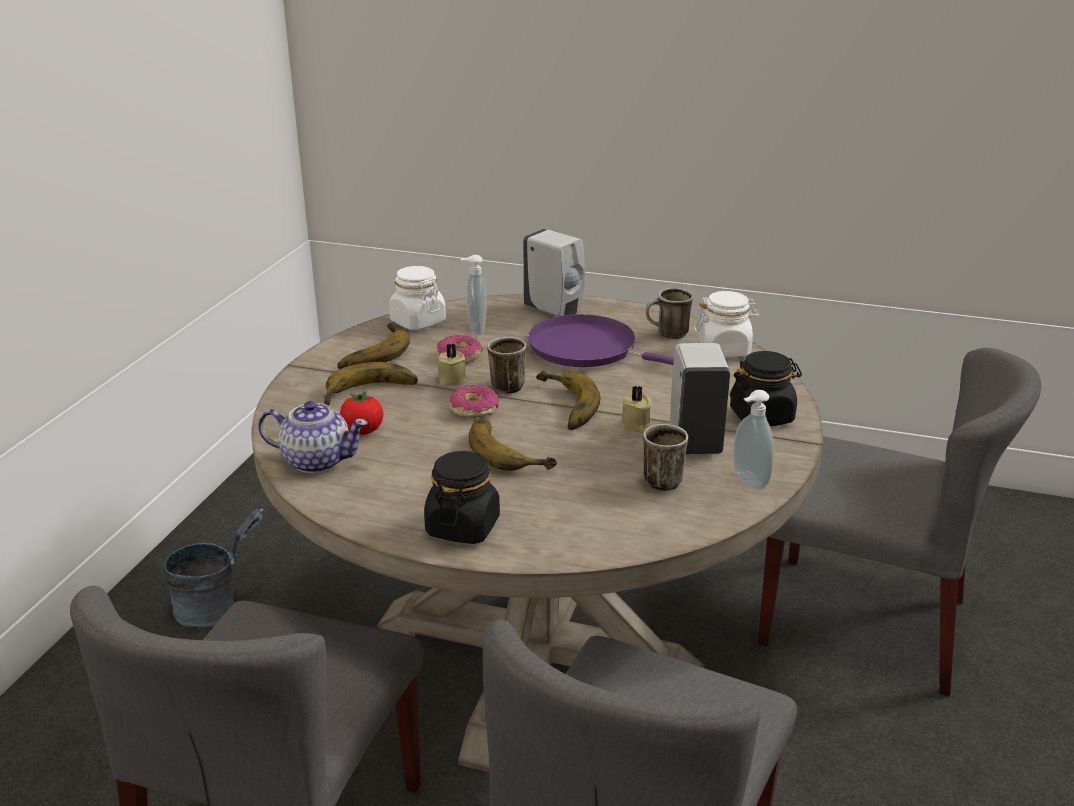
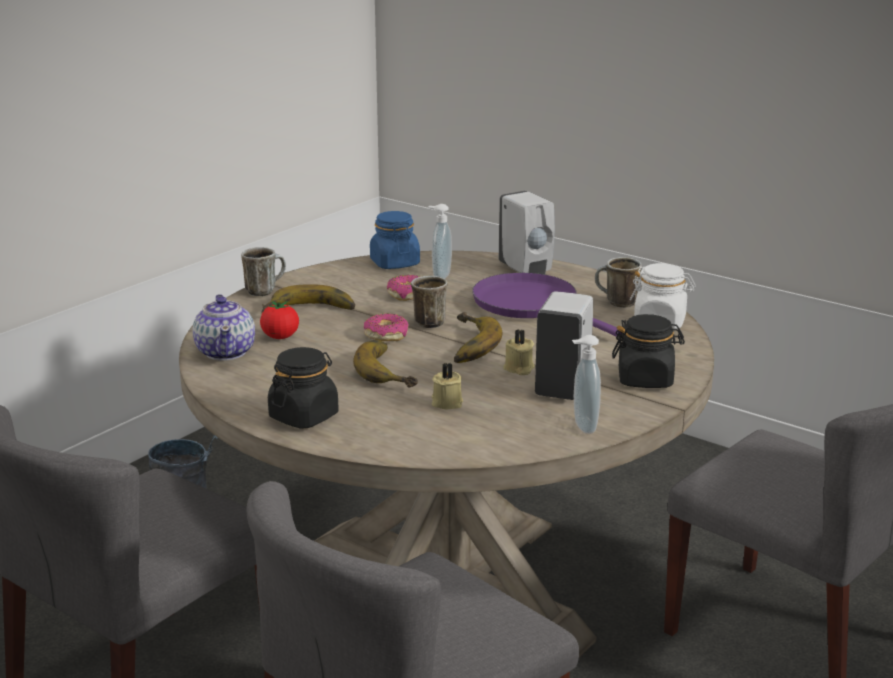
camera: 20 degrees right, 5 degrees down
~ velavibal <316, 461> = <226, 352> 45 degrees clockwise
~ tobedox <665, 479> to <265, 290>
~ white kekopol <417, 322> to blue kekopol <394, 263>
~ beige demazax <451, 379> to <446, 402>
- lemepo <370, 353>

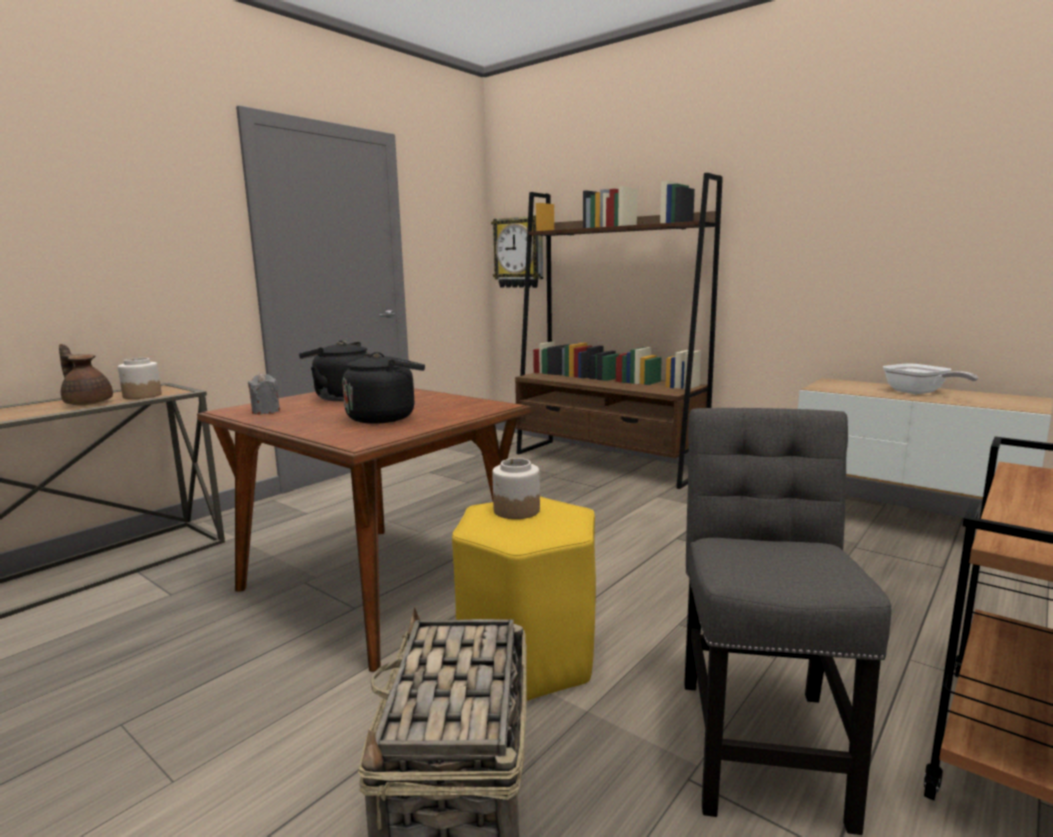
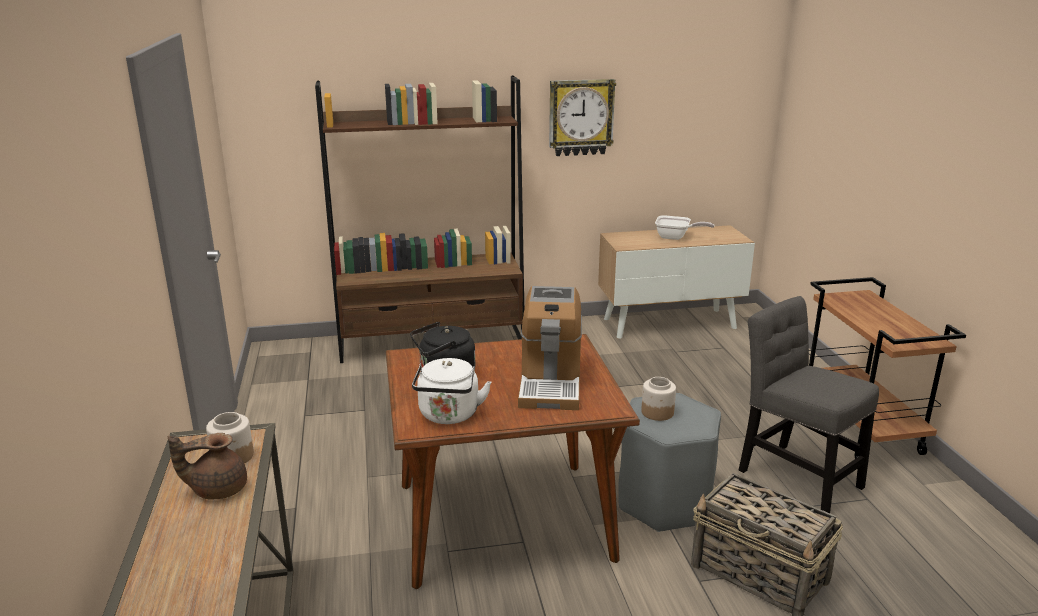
camera: 50 degrees left, 10 degrees up
~ grey demazax <266, 411> to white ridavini <449, 416>
~ black ridavini <385, 417> to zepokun <550, 383>
~ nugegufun <519, 252> to <580, 117>
~ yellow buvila <528, 658> to grey buvila <665, 503>

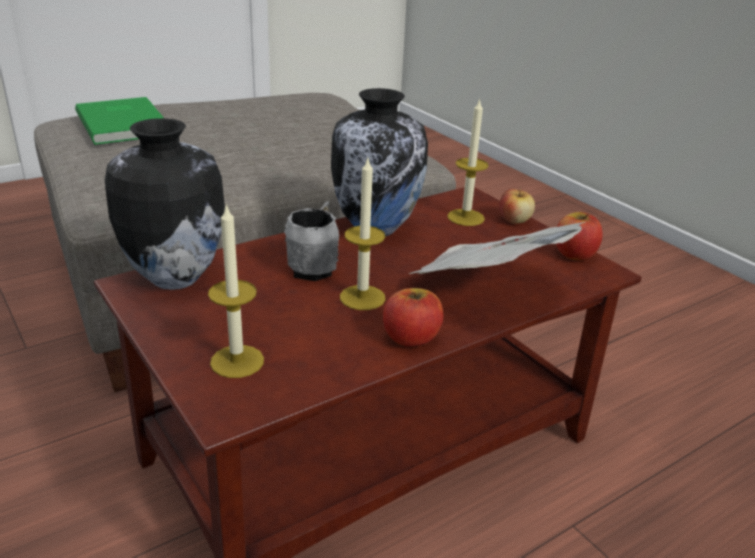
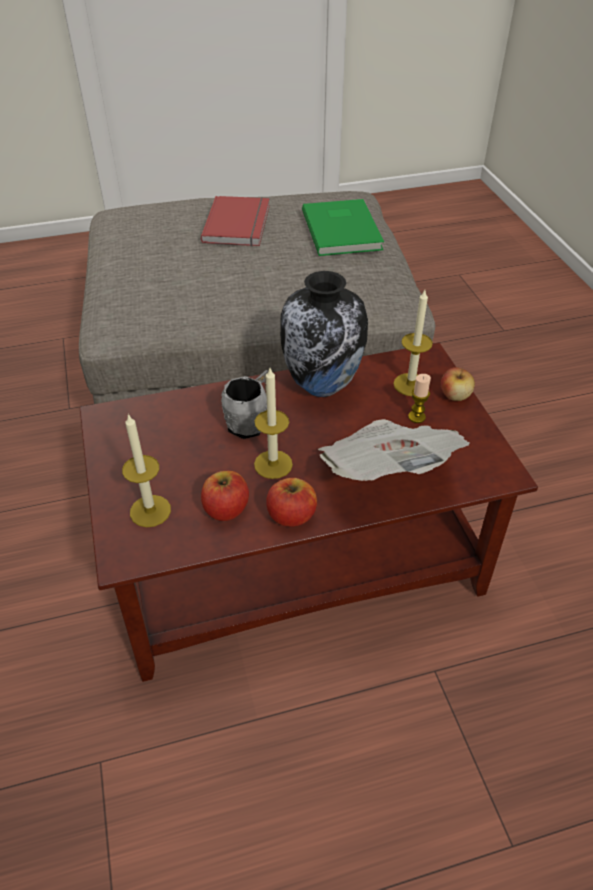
camera: 20 degrees right, 15 degrees up
+ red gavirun <239, 224>
~ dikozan <574, 254> to <226, 509>
~ green gavirun <125, 123> to <343, 229>
+ demazax <416, 417>
- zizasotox <173, 278>

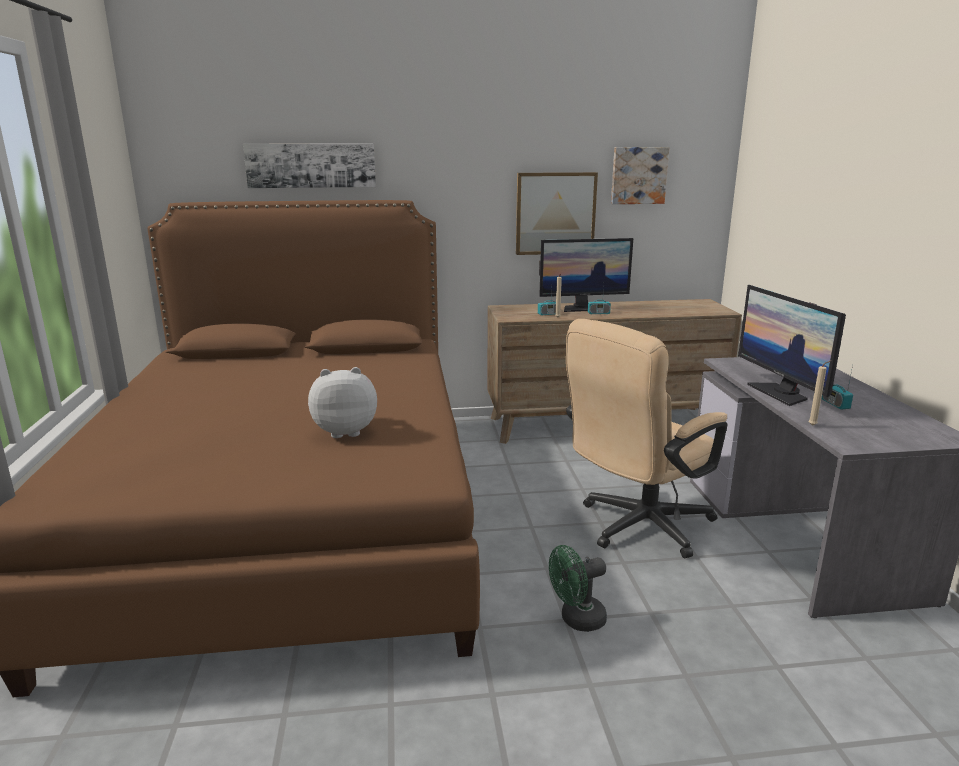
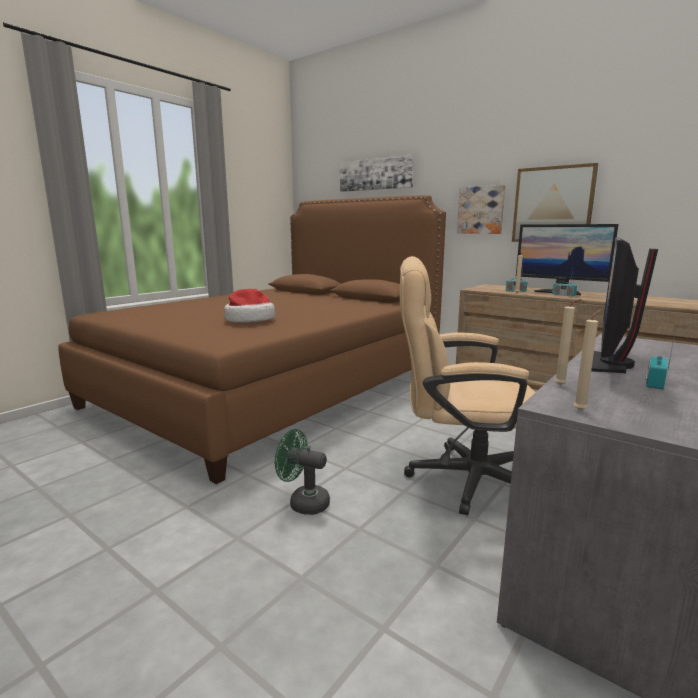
camera: 45 degrees right, 5 degrees down
~ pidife <345, 431> to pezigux <249, 320>
~ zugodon <638, 175> to <481, 210>
+ beige demazax <581, 410>

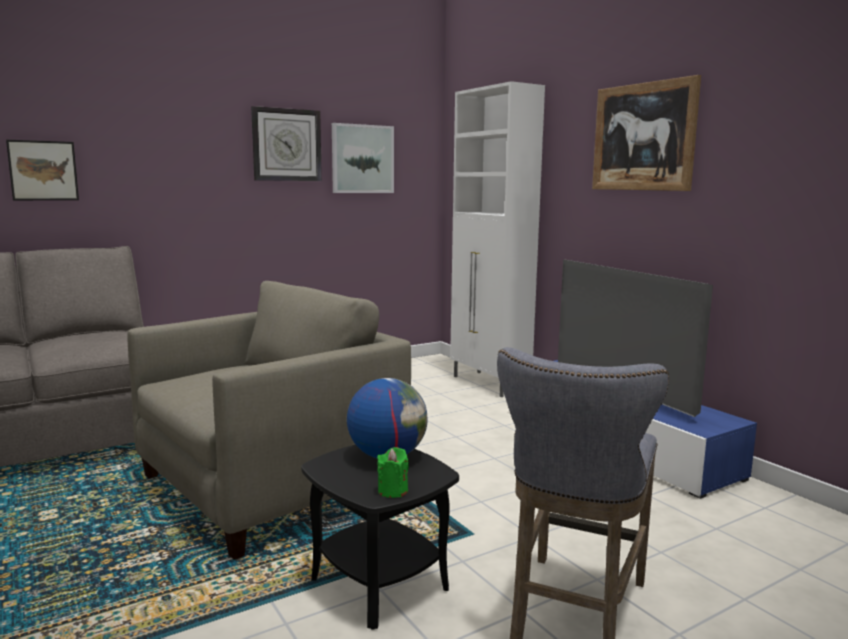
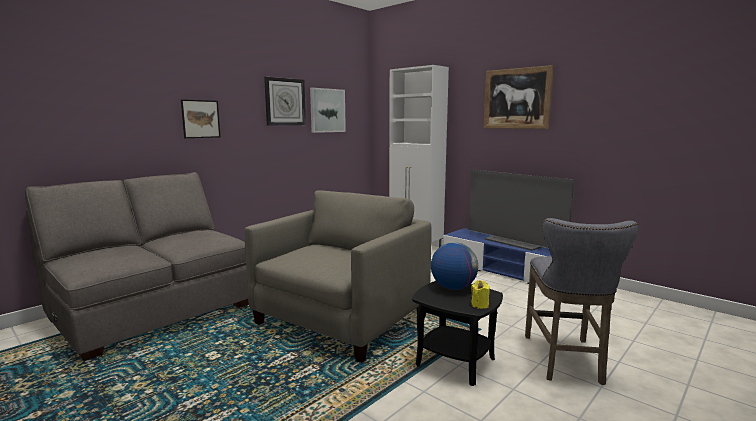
camera: 15 degrees left, 0 degrees up
~ zugodon <43, 170> to <200, 119>
~ green demazax <393, 491> to yellow demazax <480, 305>

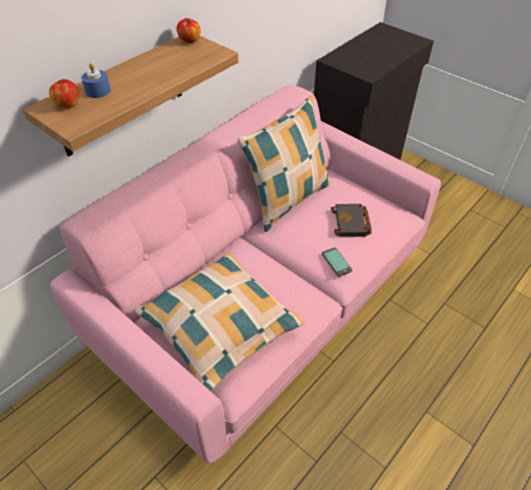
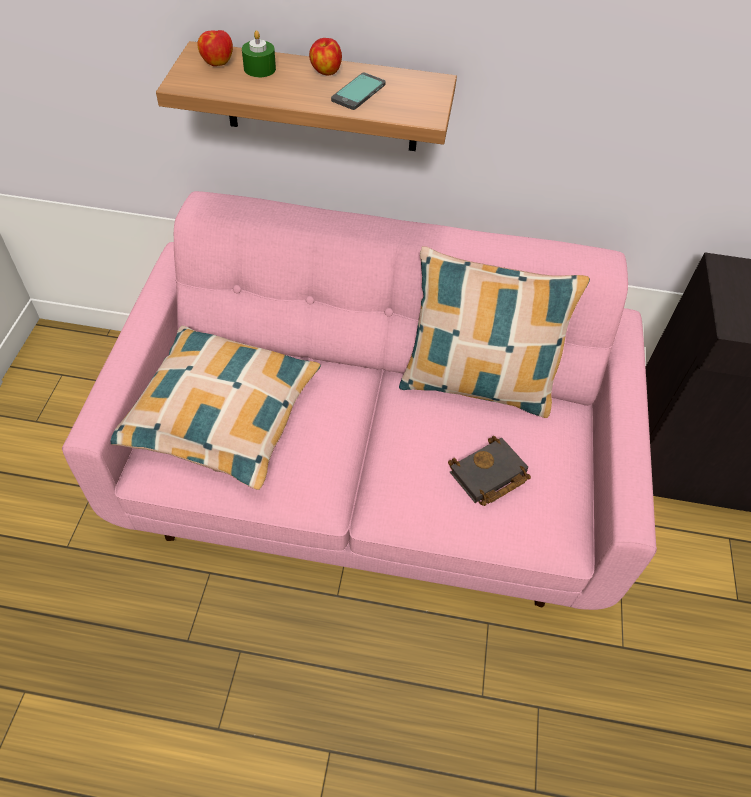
camera: 55 degrees right, 5 degrees up
~ blue demazax <98, 91> to green demazax <259, 69>
~ dikozan <189, 41> to <325, 71>
~ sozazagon <336, 262> to <359, 92>

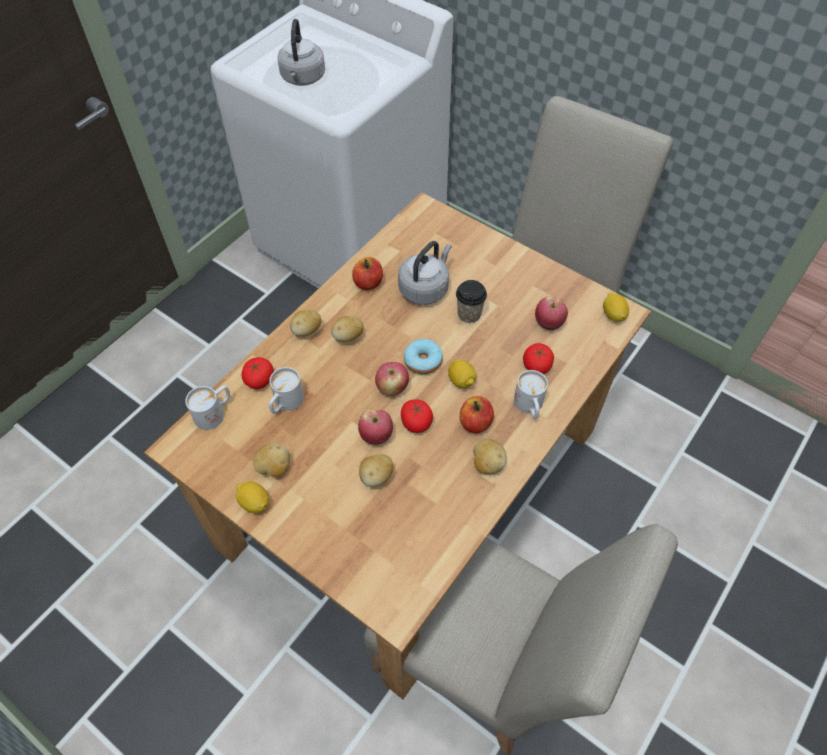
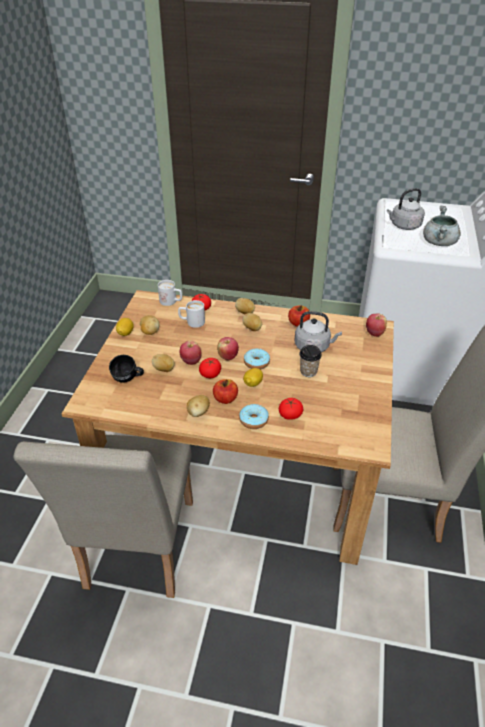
camera: 65 degrees right, 15 degrees down
+ black tobedox <128, 379>
~ white tobedox <529, 407> to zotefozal <253, 420>
~ dikozan <548, 324> to <374, 333>
+ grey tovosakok <439, 243>
- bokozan <613, 315>

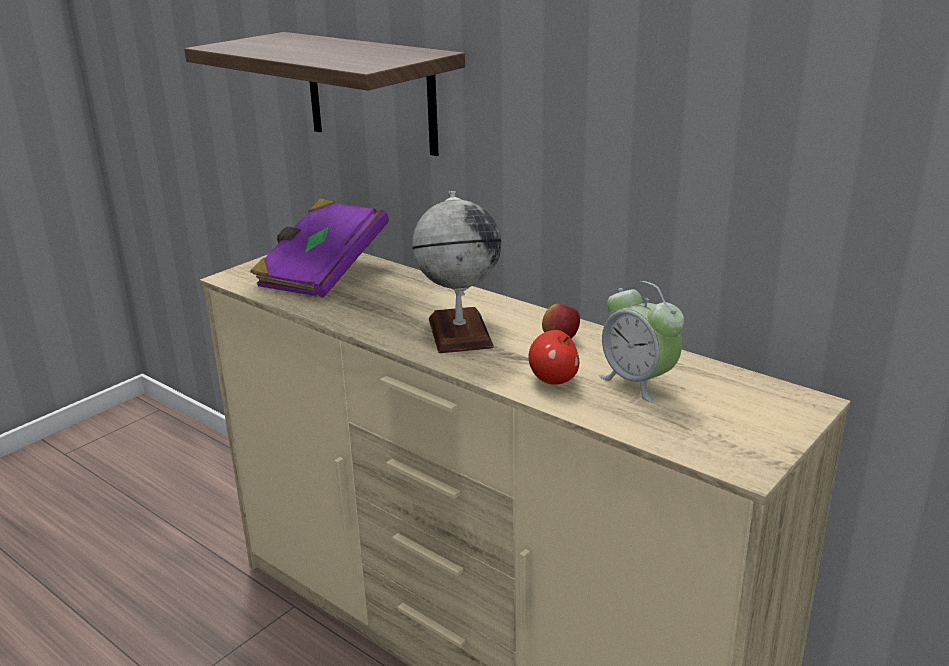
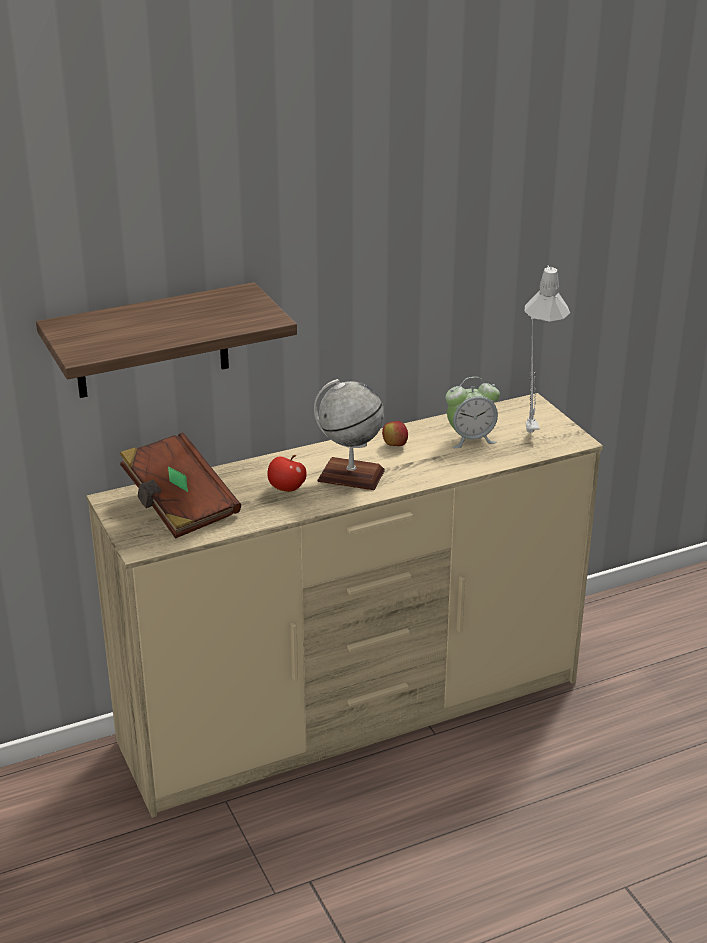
camera: 65 degrees left, 5 degrees up
~ purple gavirun <322, 272> to brown gavirun <179, 505>
~ dikozan <554, 380> to <286, 489>
+ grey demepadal <528, 429>

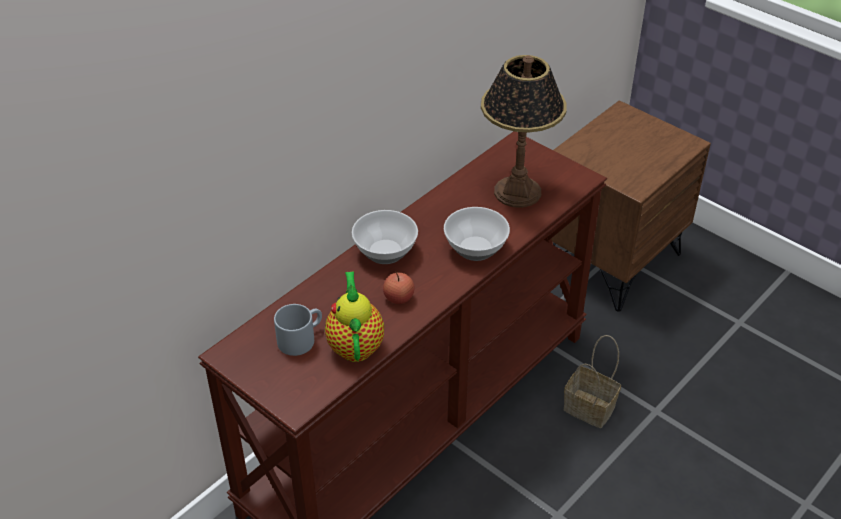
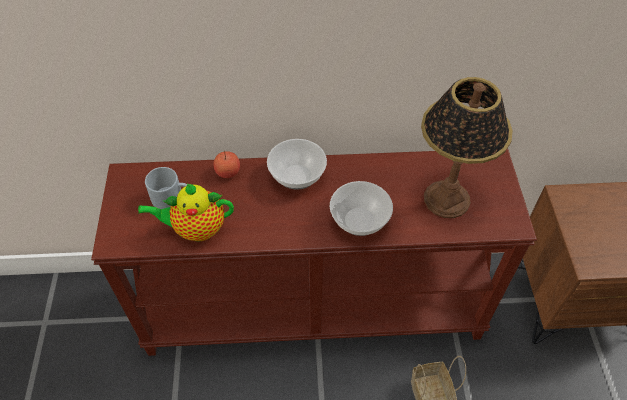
camera: 45 degrees right, 10 degrees up
~ velavibal <355, 344> = <196, 229> 135 degrees counterclockwise
~ dikozan <398, 298> to <228, 172>

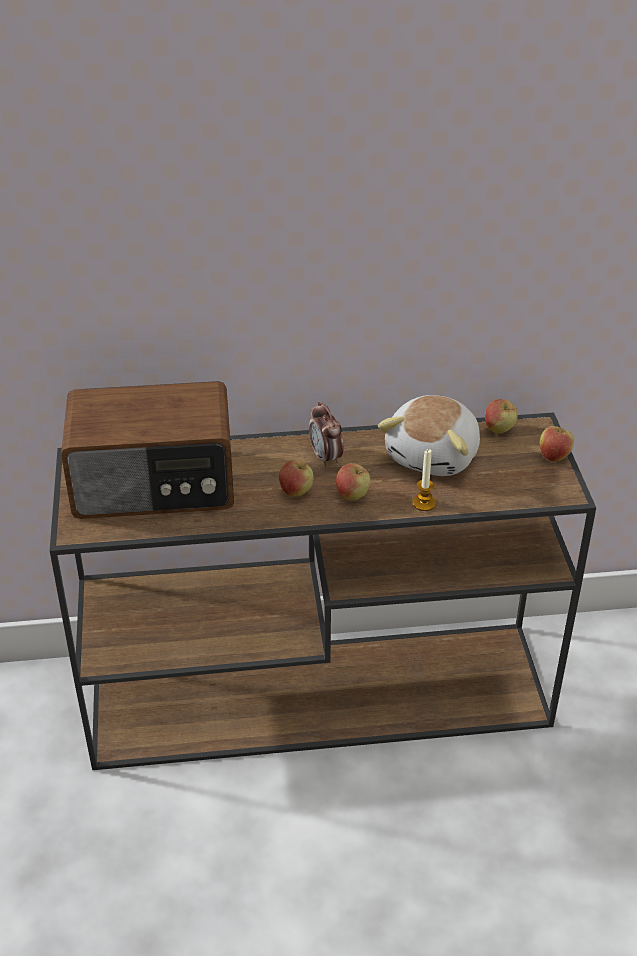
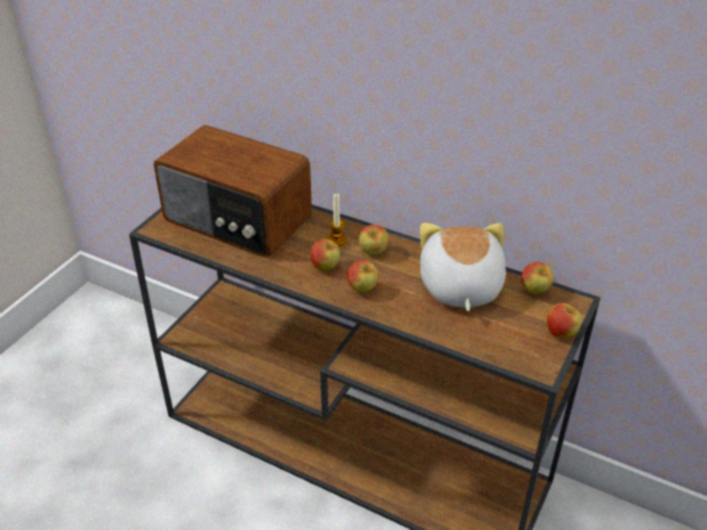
camera: 35 degrees right, 0 degrees up
~ demazax <424, 503> to <337, 240>
~ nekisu <326, 458> to dikozan <373, 253>
~ pidife <434, 455> = <459, 287> 120 degrees clockwise

